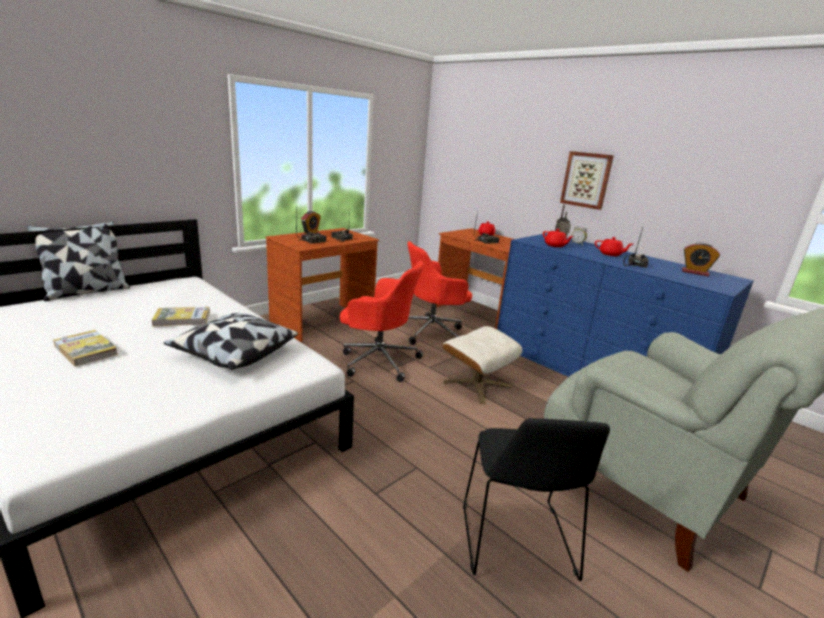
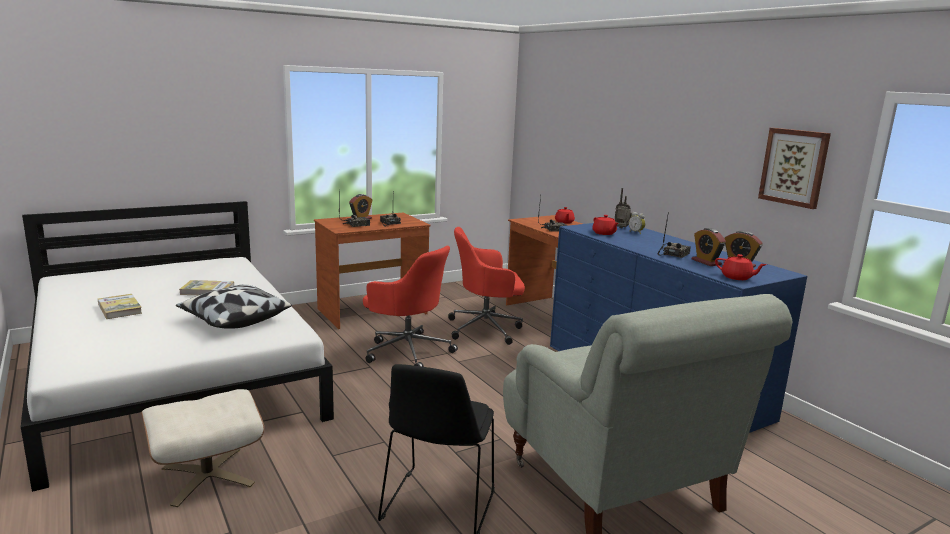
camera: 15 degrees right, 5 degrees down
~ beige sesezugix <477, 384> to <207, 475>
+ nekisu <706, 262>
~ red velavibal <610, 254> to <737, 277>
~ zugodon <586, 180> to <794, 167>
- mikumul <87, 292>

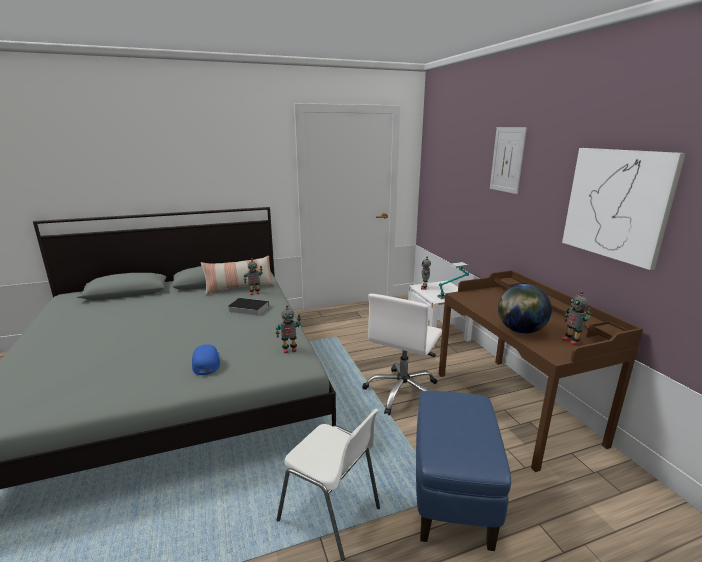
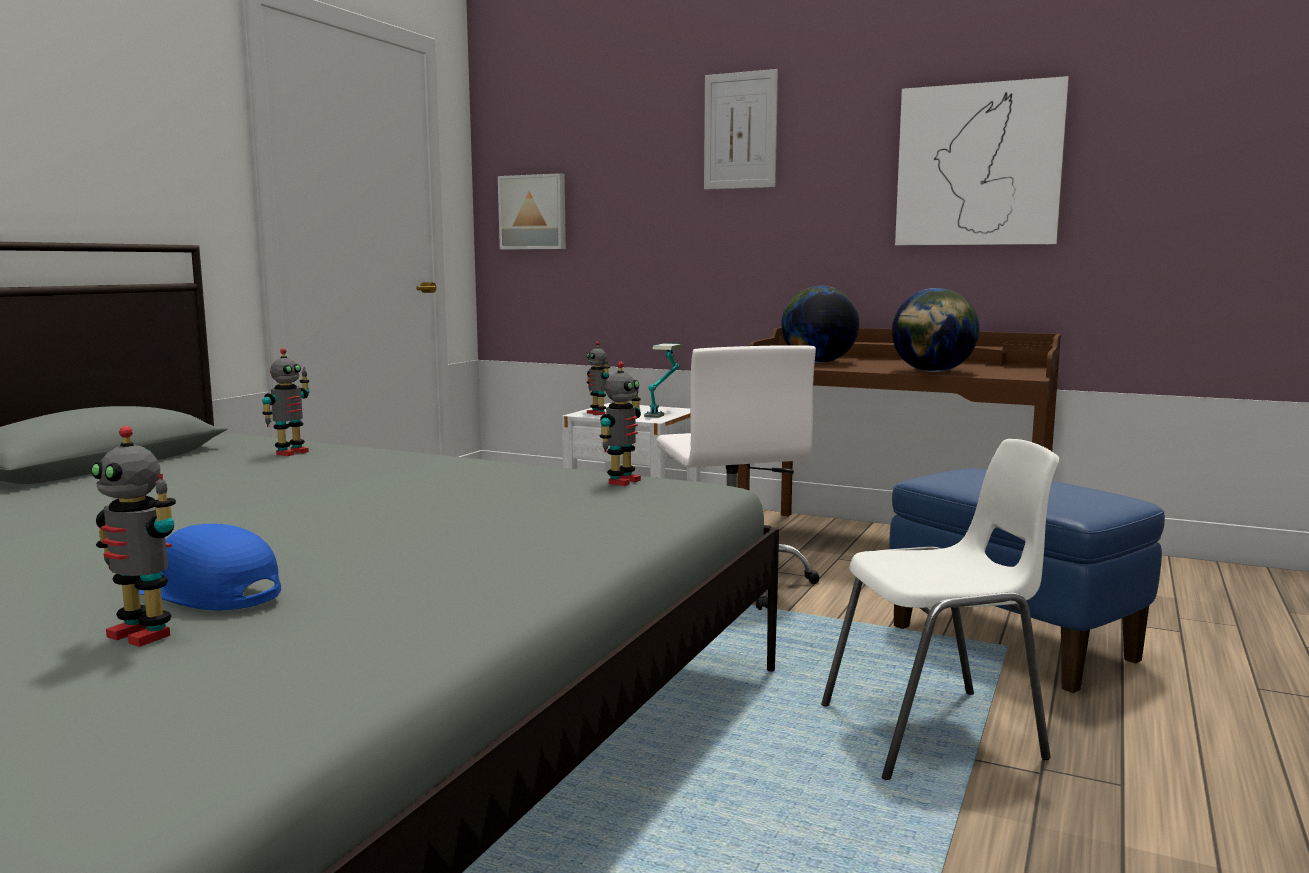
camera: 45 degrees left, 10 degrees down
~ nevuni <571, 341> to <143, 634>
~ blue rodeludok <206, 363> to <207, 592>
+ zugodon <533, 212>
+ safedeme <818, 362>
- mikumul <239, 288>
- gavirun <247, 309>

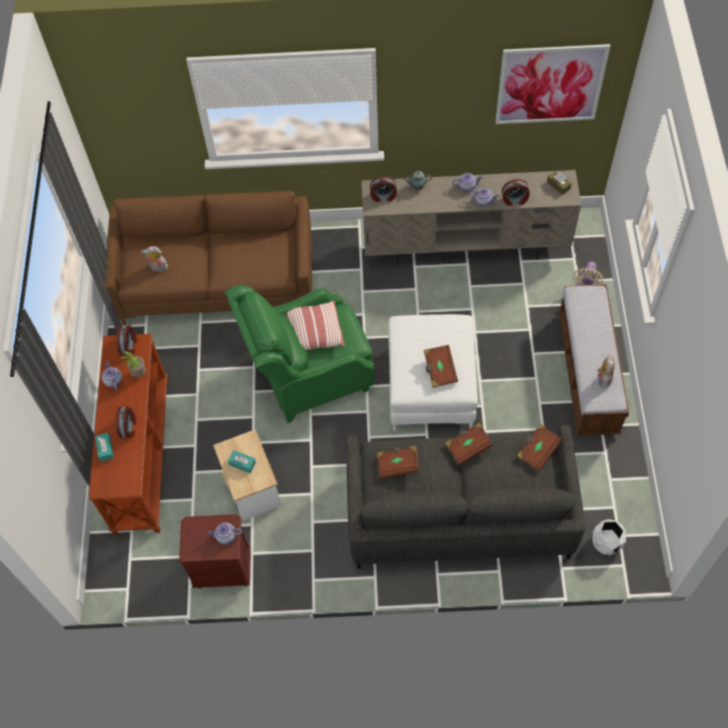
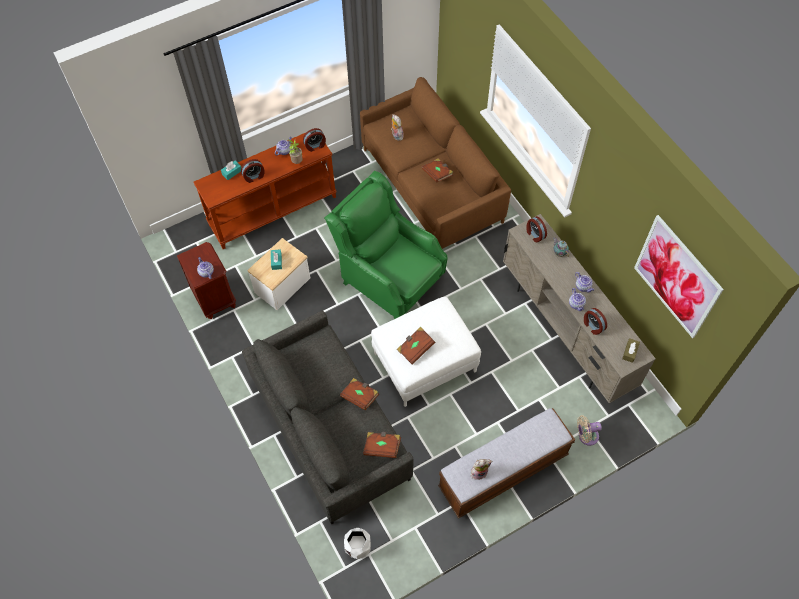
camera: 60 degrees right, 0 degrees up
~ brown gavirun <397, 465> to <437, 174>
- mikumul <314, 333>

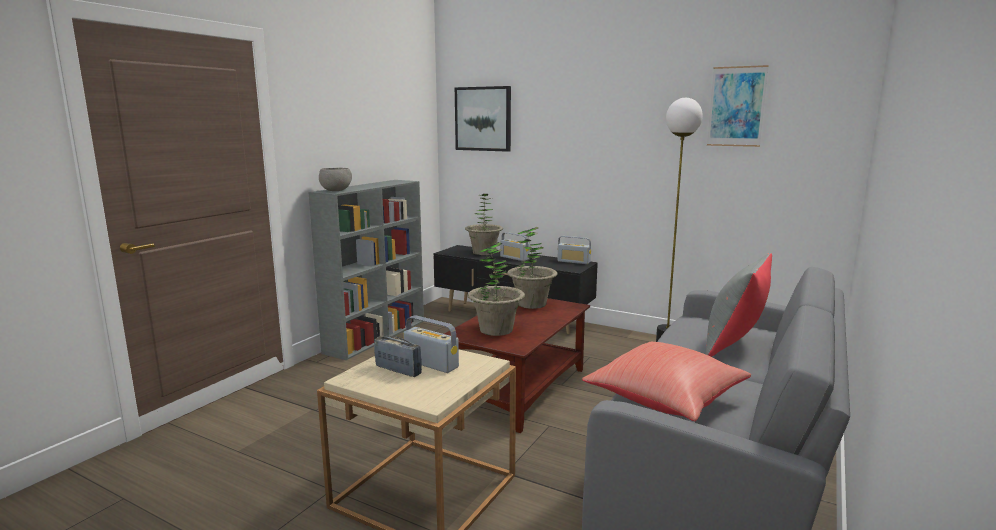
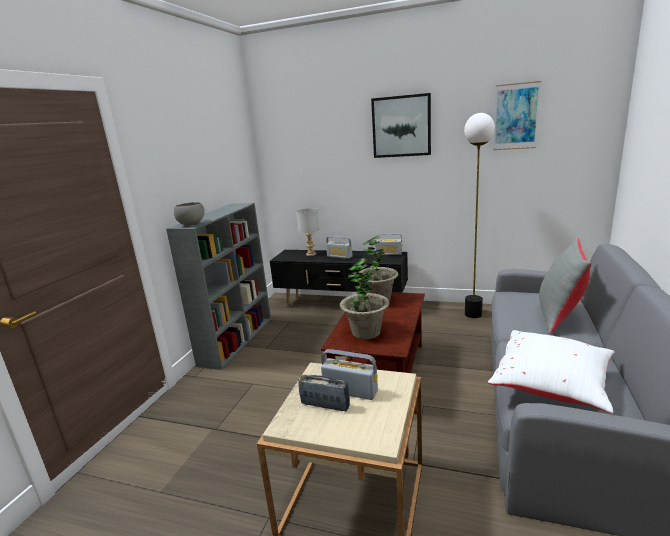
camera: 10 degrees left, 5 degrees up
~ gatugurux <484, 252> to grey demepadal <311, 254>
~ zugodon <483, 119> to <401, 126>
~ red mikumul <666, 401> to white mikumul <552, 385>

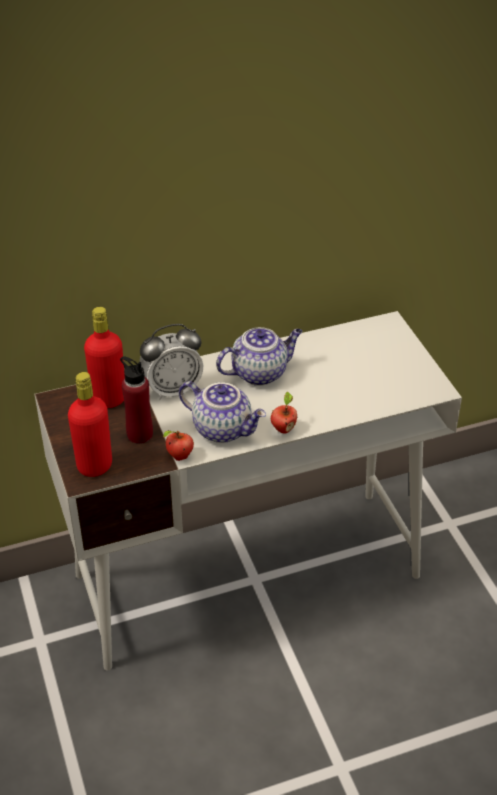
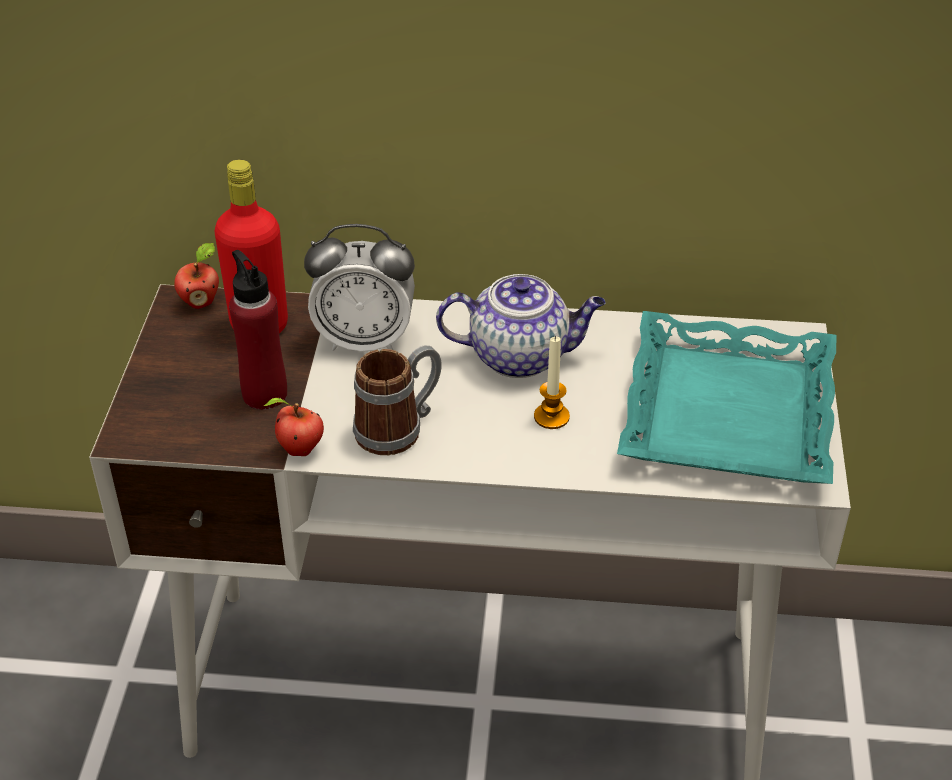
camera: 25 degrees right, 0 degrees up
~ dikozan <283, 428> to <201, 302>
~ velavibal <223, 429> to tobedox <399, 428>
+ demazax <551, 417>
+ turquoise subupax <726, 412>
- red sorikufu <94, 466>

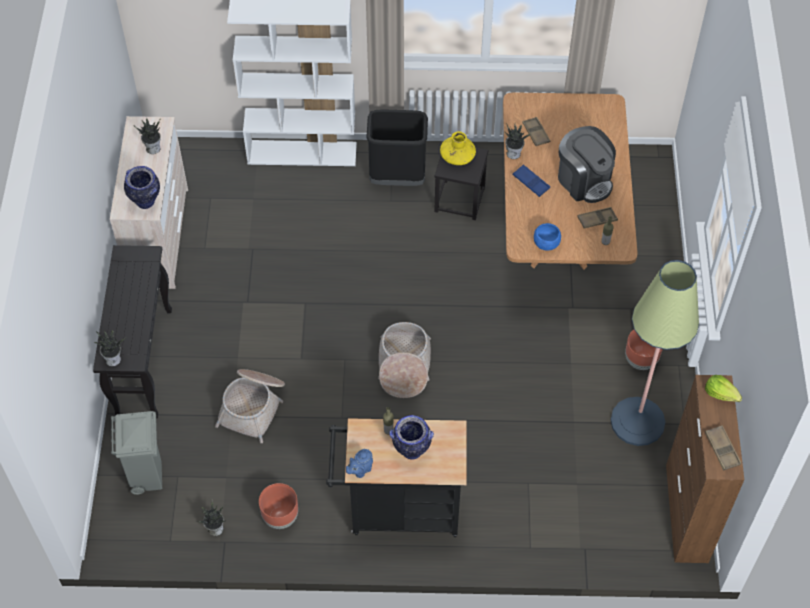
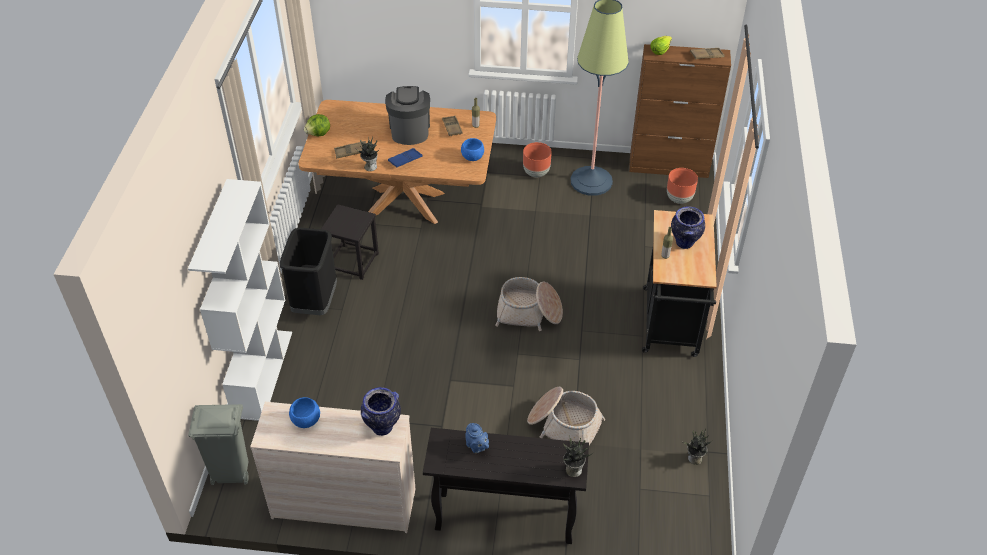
camera: 85 degrees left, 10 degrees down
~ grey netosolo <147, 477> to <231, 473>
~ gatugurux <153, 148> to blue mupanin <306, 420>
+ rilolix <319, 134>
~ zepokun <584, 180> = <409, 130> 60 degrees counterclockwise
~ blue velavibal <360, 470> to <477, 447>
~ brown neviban <280, 517> to <679, 199>
- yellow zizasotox <457, 156>

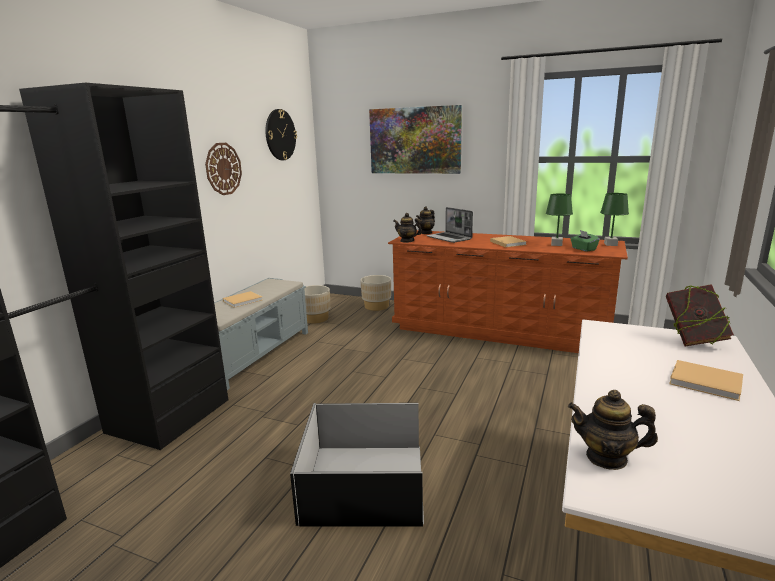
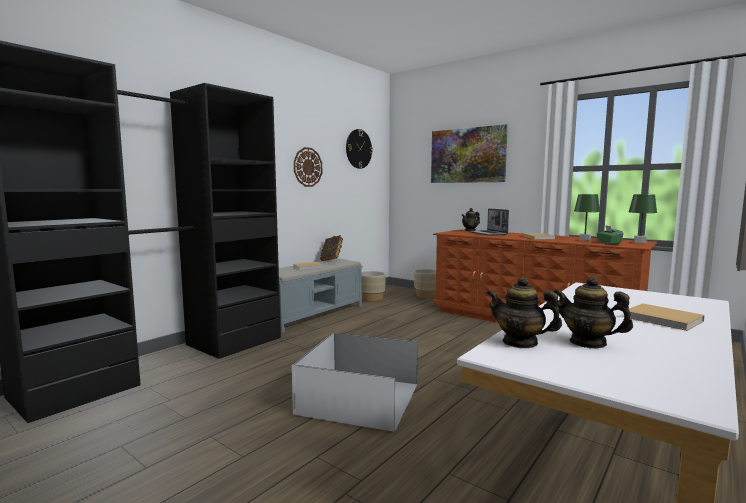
camera: 15 degrees right, 10 degrees down
~ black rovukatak <364, 484> to white rovukatak <359, 399>
~ gavirun <693, 340> to <331, 260>
~ velavibal <407, 241> to <588, 342>

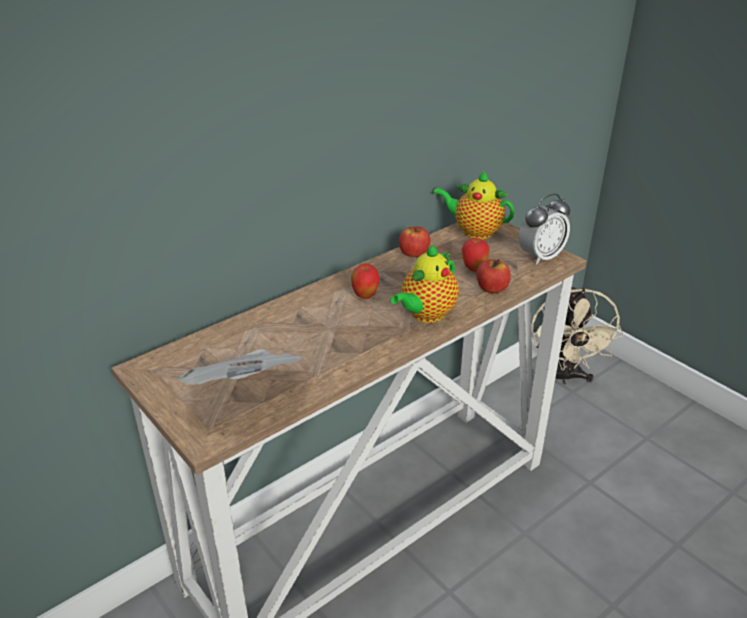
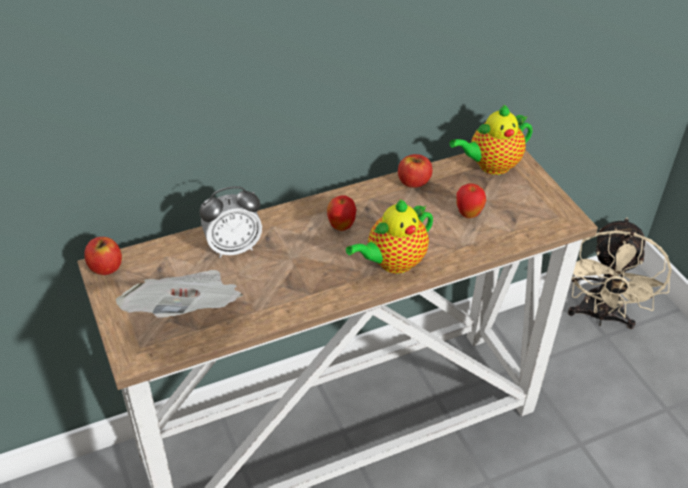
camera: 15 degrees right, 10 degrees up
~ dikozan <491, 288> to <105, 267>
~ nekisu <540, 257> to <233, 247>
~ velavibal <474, 232> = <491, 166> 60 degrees counterclockwise

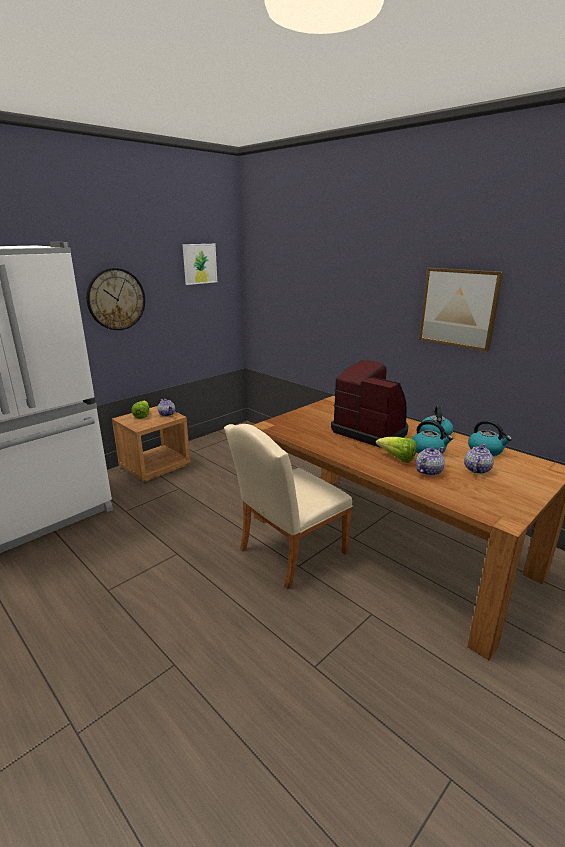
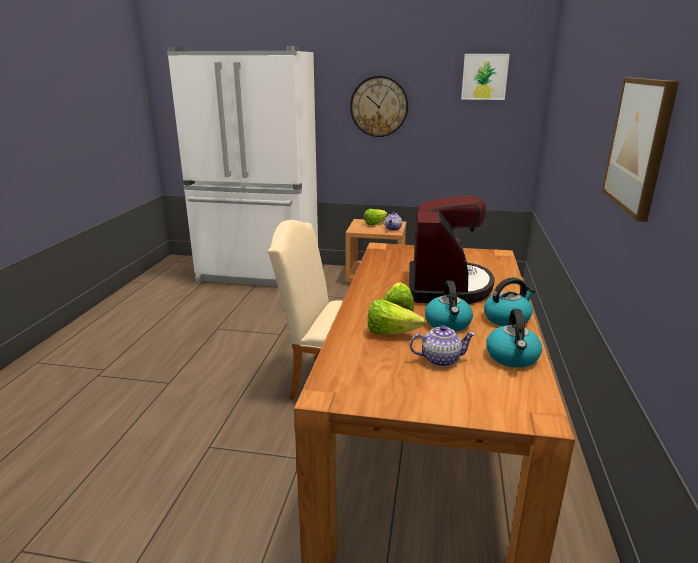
camera: 55 degrees right, 0 degrees up
~ velavibal <428, 471> to rilolix <390, 333>

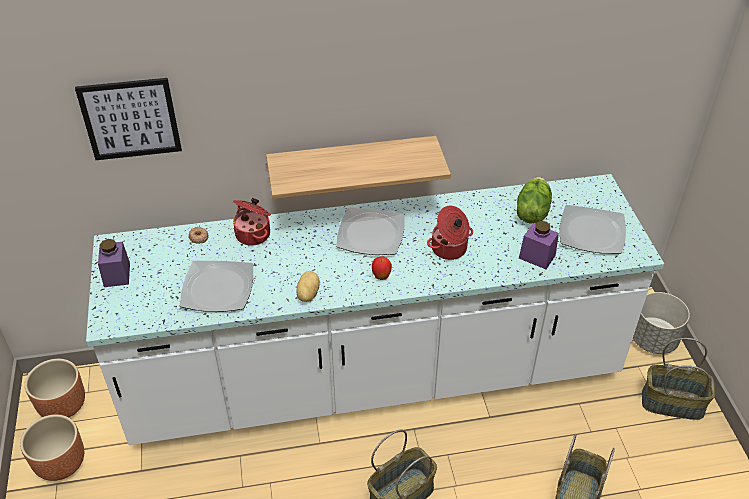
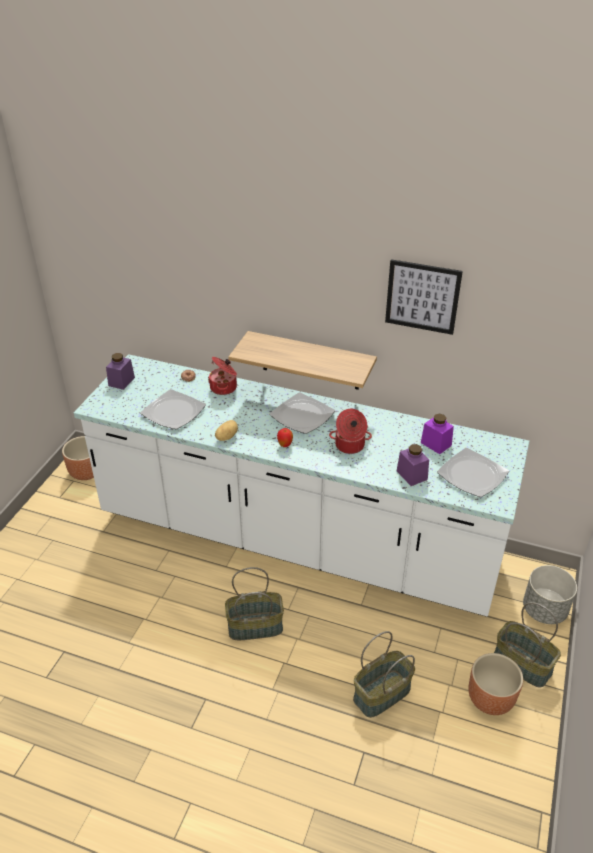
camera: 30 degrees right, 5 degrees down
~ zugodon <130, 119> to <422, 296>
~ rilolix <531, 212> to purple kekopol <436, 444>
~ brown neviban <61, 464> to <490, 699>

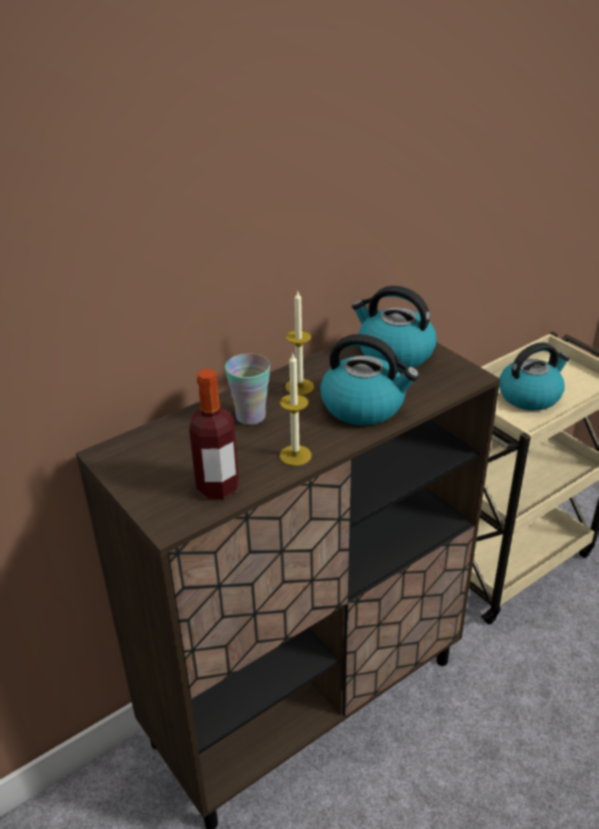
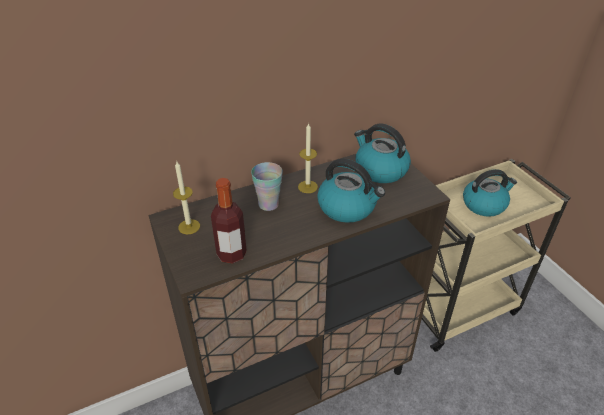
camera: 10 degrees right, 5 degrees up
~ demazax <295, 455> to <189, 226>

